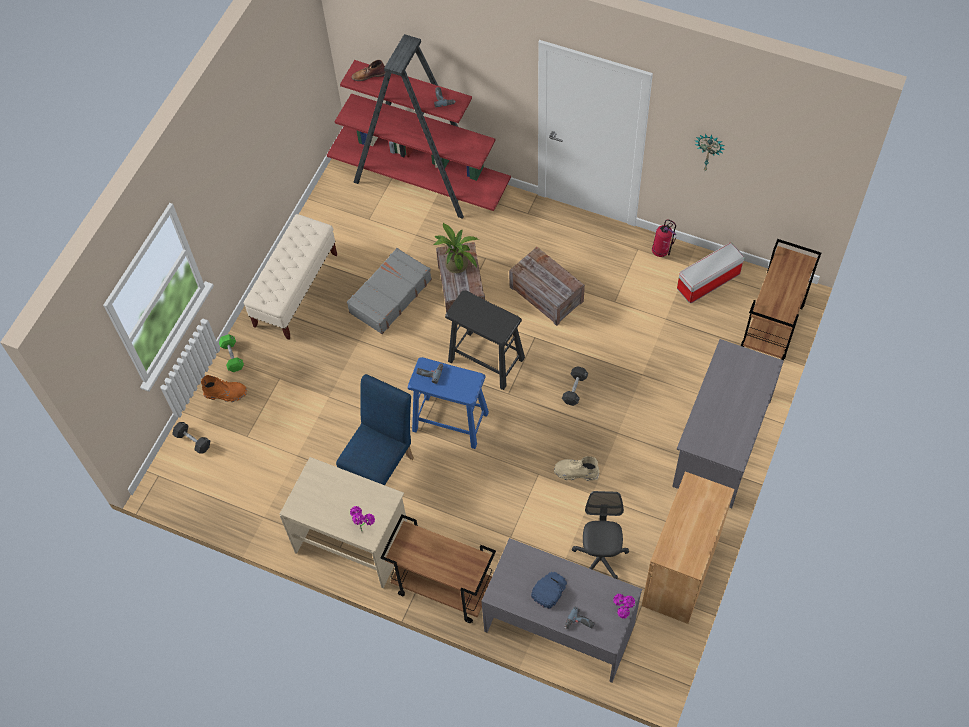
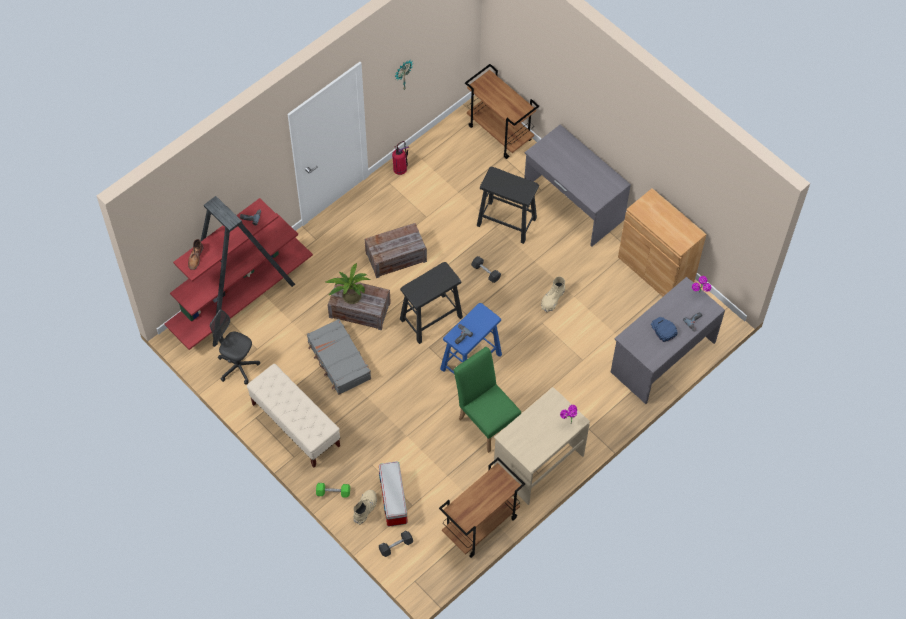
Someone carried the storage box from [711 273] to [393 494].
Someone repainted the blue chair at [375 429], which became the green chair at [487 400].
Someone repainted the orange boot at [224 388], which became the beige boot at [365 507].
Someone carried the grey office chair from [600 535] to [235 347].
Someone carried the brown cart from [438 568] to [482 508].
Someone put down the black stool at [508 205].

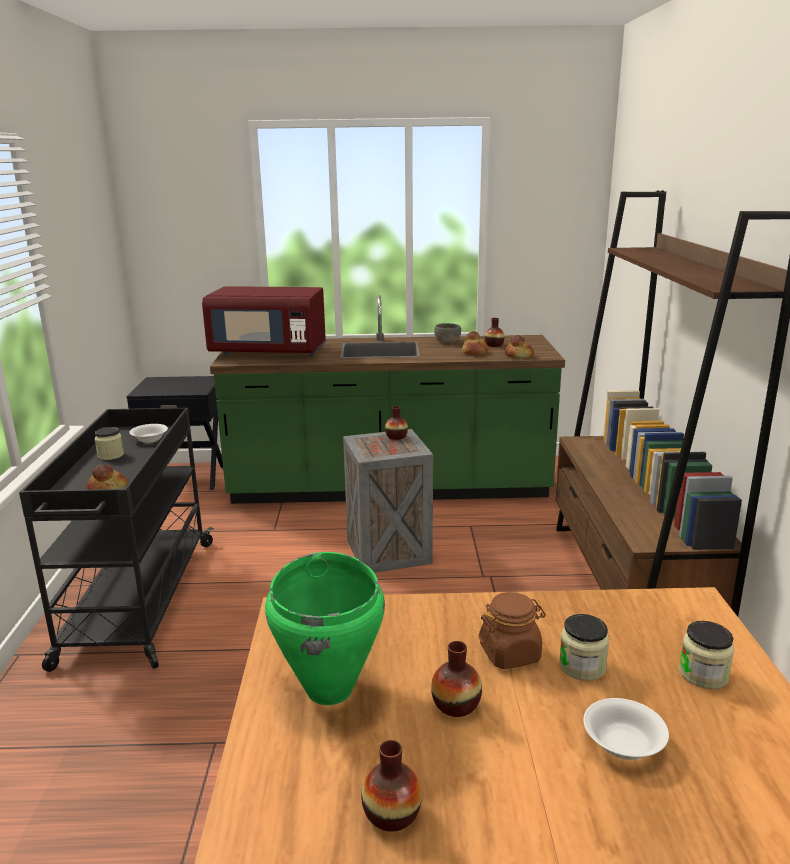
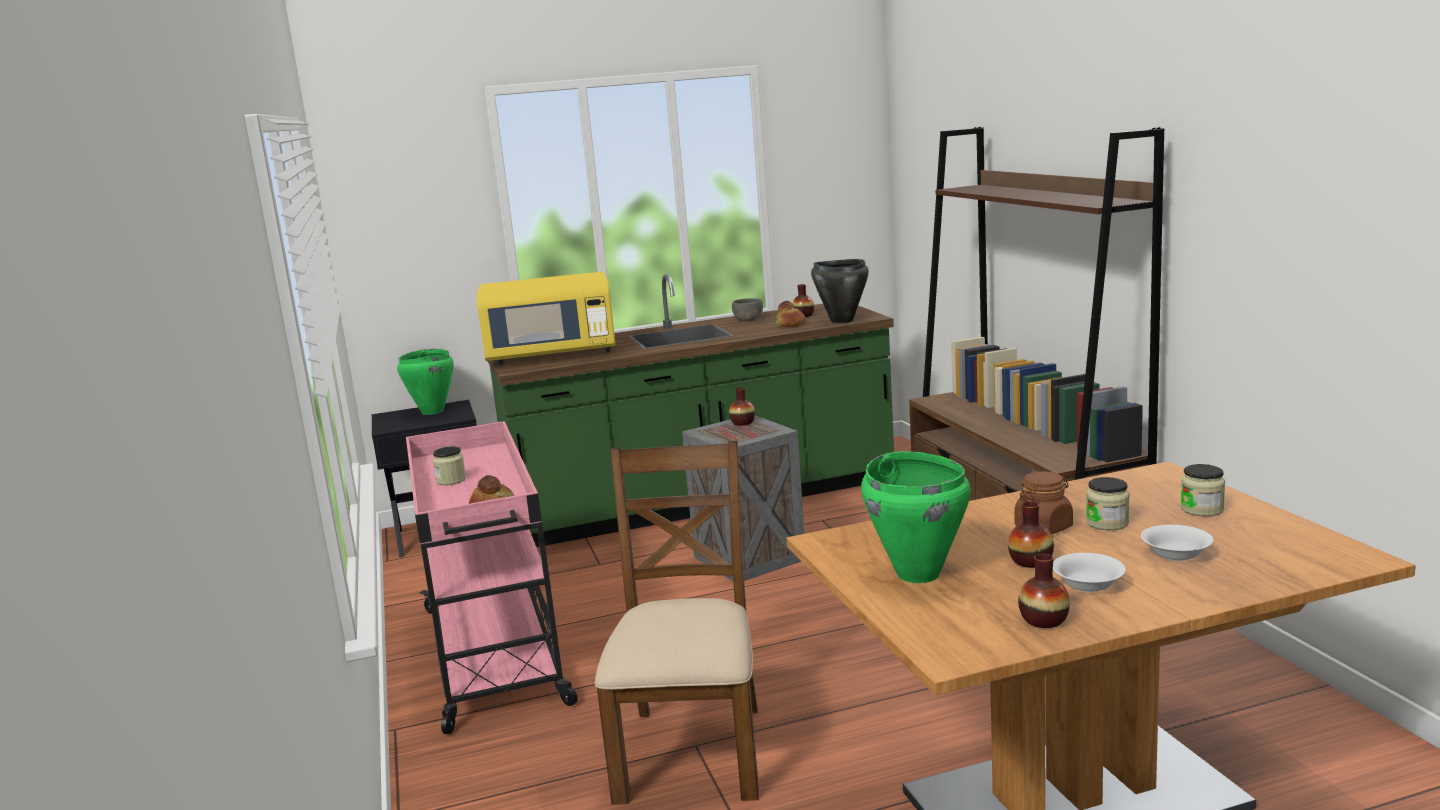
Someone repainted the red microwave at [264 321], which became the yellow microwave at [546 318].
Someone swapped the bread at [519 346] for the black cooking pot at [840 291].
Someone repainted the black cart at [116 540], which became the pink cart at [492 577].
Someone carried the white bowl from [148 433] to [1089 572].
Someone put down the green cooking pot at [425 382].
Someone put down the brown chair at [677 623].

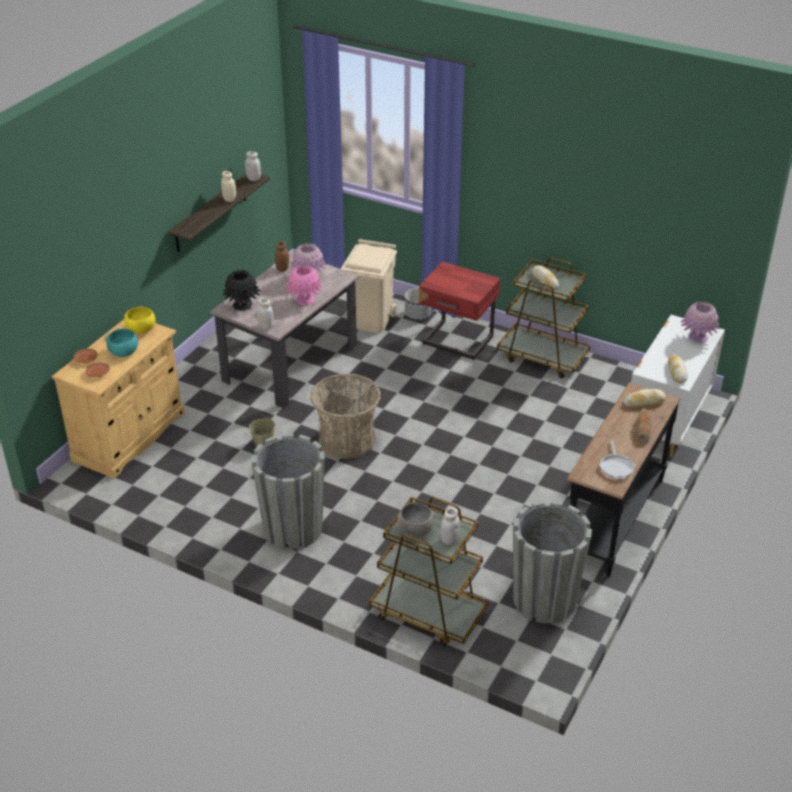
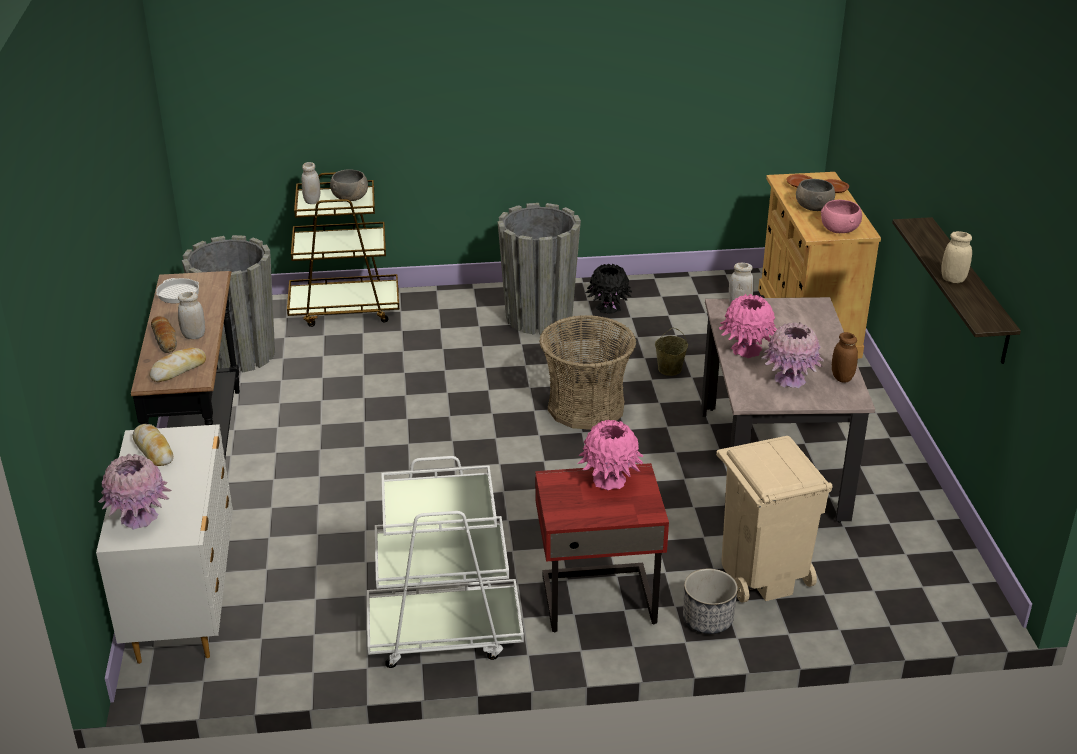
Someone carried the white jar from [253 166] to [191 315].
Someone repainted the brown cart at [543 317], which became the white cart at [445 562].
Someone took away the bread at [545 277].
Someone carried the black vase from [241 290] to [608 289].
Someone repainted the yellow bowl at [139 320], which became the pink bowl at [841 216].
Someone repainted the turquoise bowl at [122 343], which became the grey bowl at [815 195].
Someone put down the pink vase at [610 455].

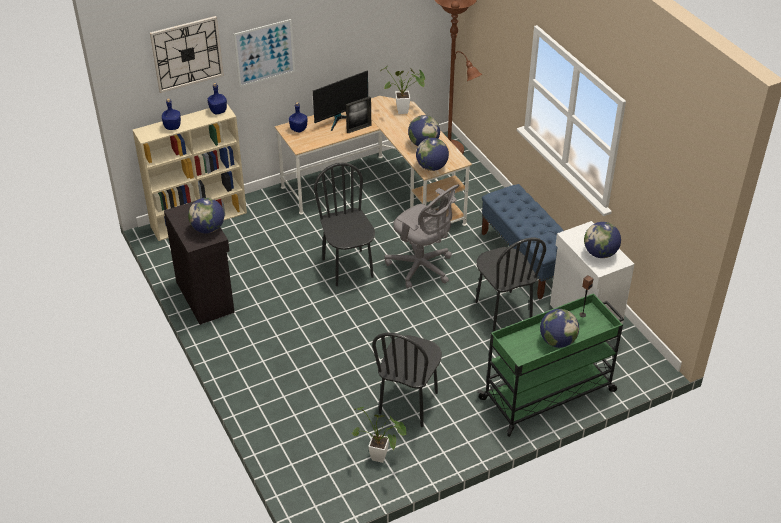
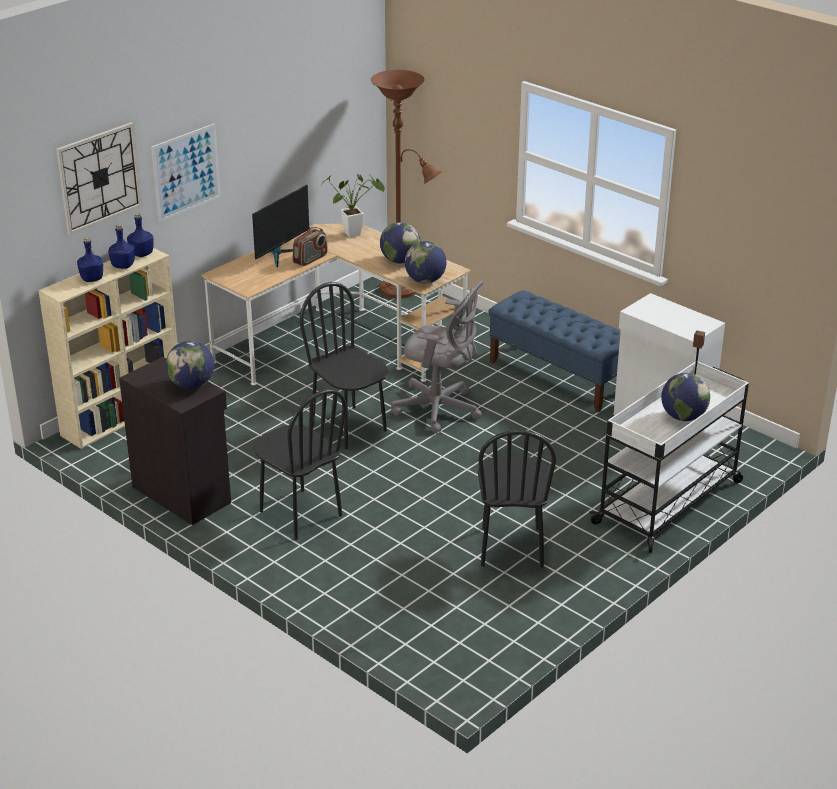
Someone swapped the picture frame at [358 114] for the radio at [310 246].
Someone carried the blue bottle from [298 117] to [121 247].
Someone took away the globe at [602 240].
Someone carried the black chair from [510 284] to [300 464].
Someone repainted the green cart at [550 365], which became the white cart at [669 457].
Someone took away the potted plant at [379 435].

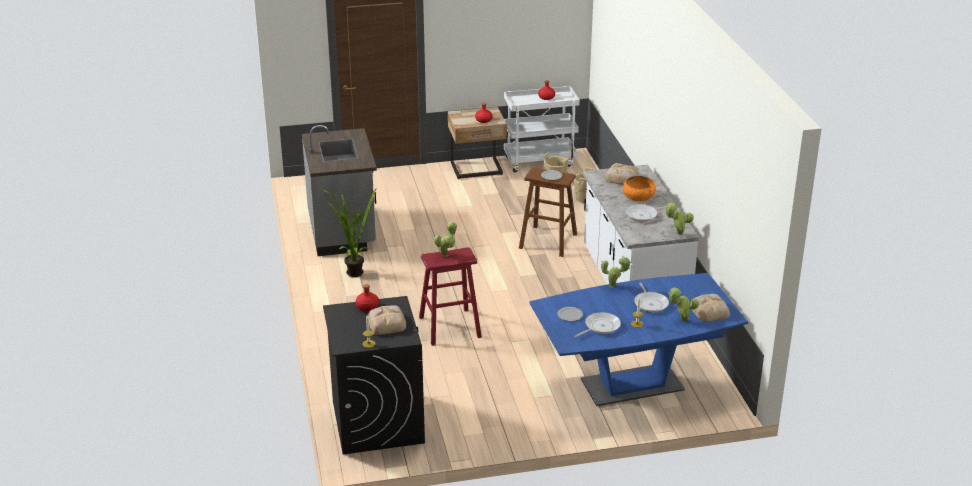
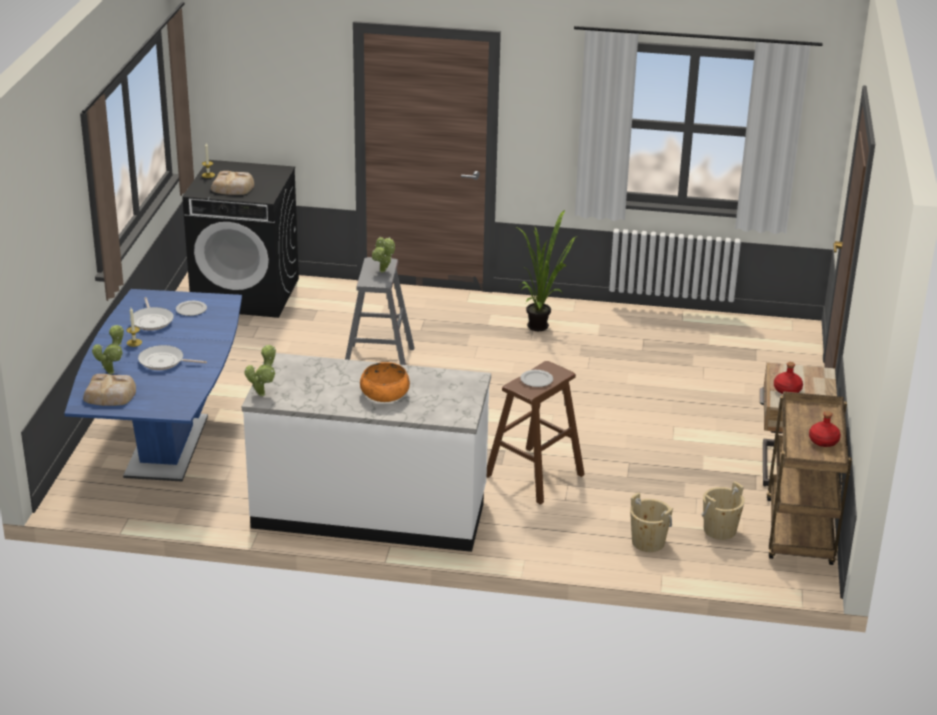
Someone repainted the white cart at [542 129], which became the brown cart at [809 478].
Someone took away the grey counter at [339 190].
Someone took away the bread at [621 174].
Someone took away the frying pan at [646 213].
Someone repainted the red stool at [450 296], which became the grey stool at [380 311].
Someone took away the potted plant at [616 272].
Someone took away the red bottle at [367 297].

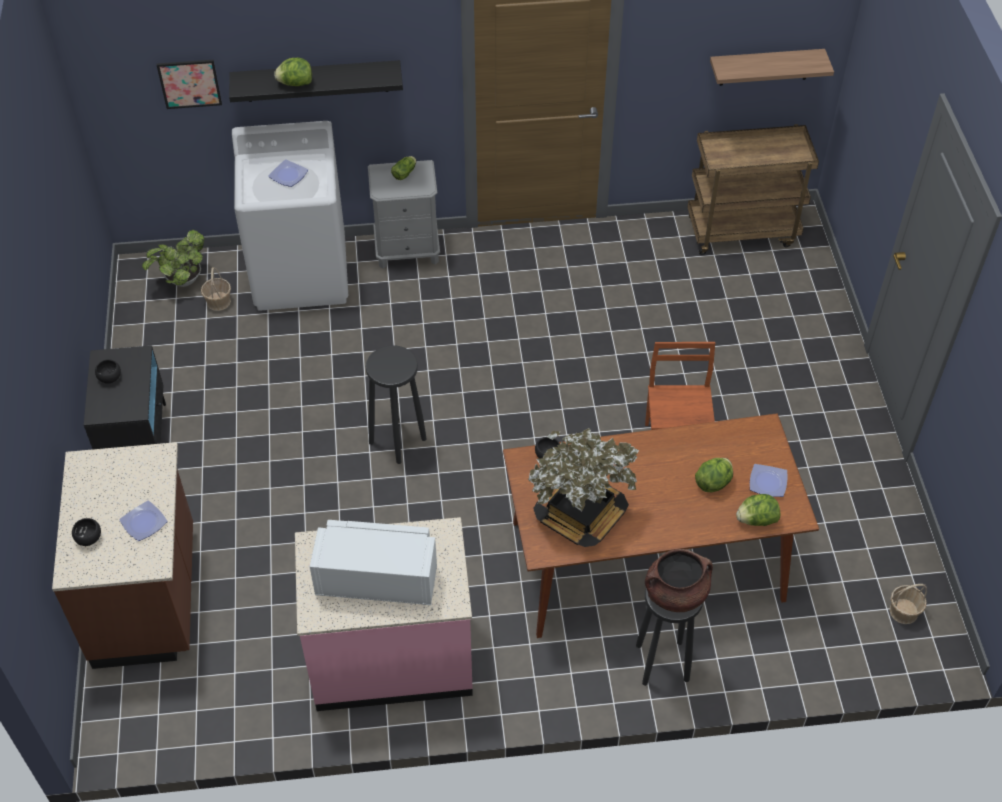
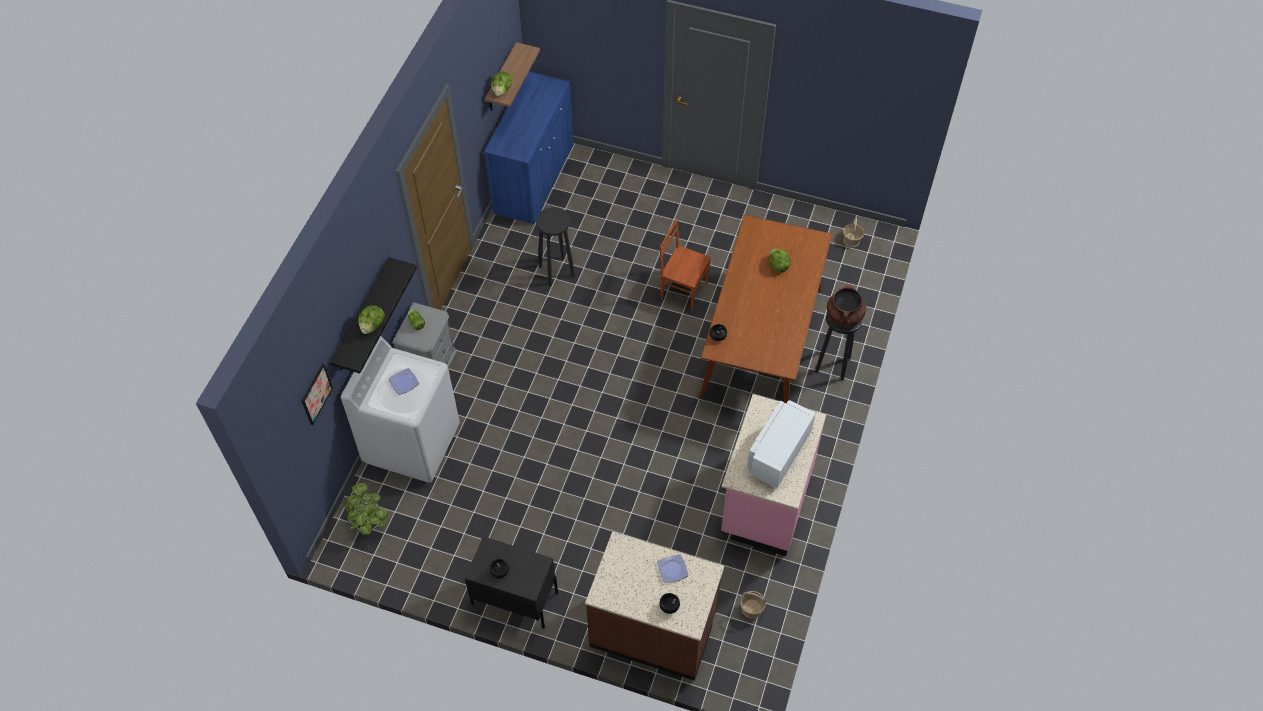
Someone swapped the brown cart at [753 189] for the blue cabinet at [528 148].
Someone carried the basket from [216 289] to [753 605].
Someone carried the black stool from [396 404] to [555 246].
Someone took away the potted plant at [583 487].
Someone took away the plate at [768 480].
Someone carried the lettuce from [758 510] to [501 83].

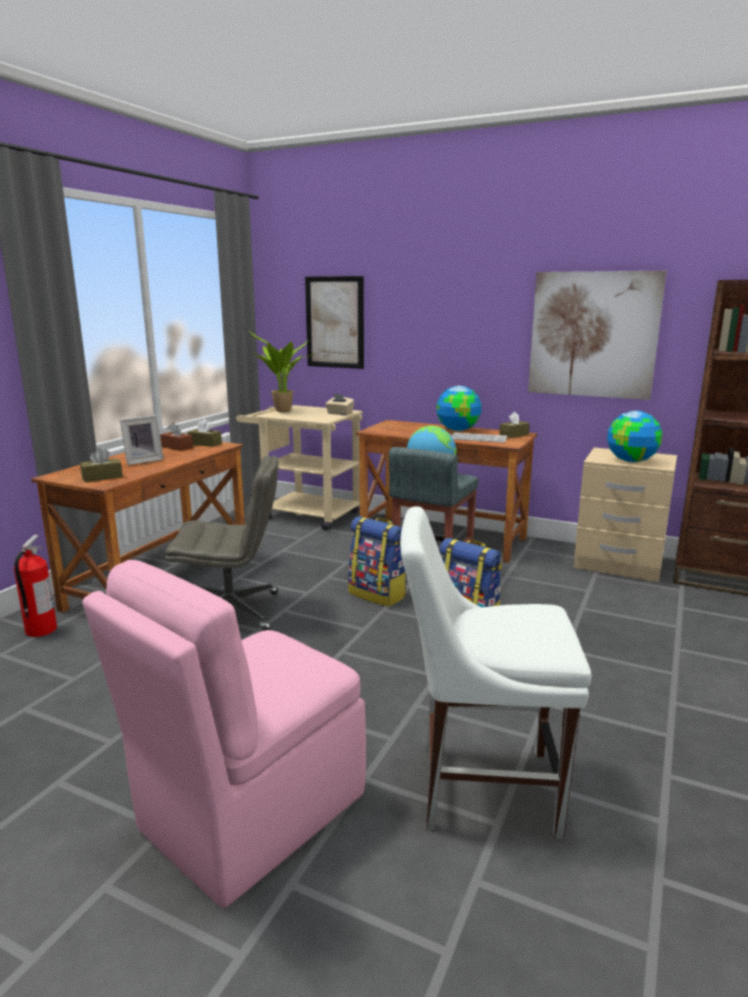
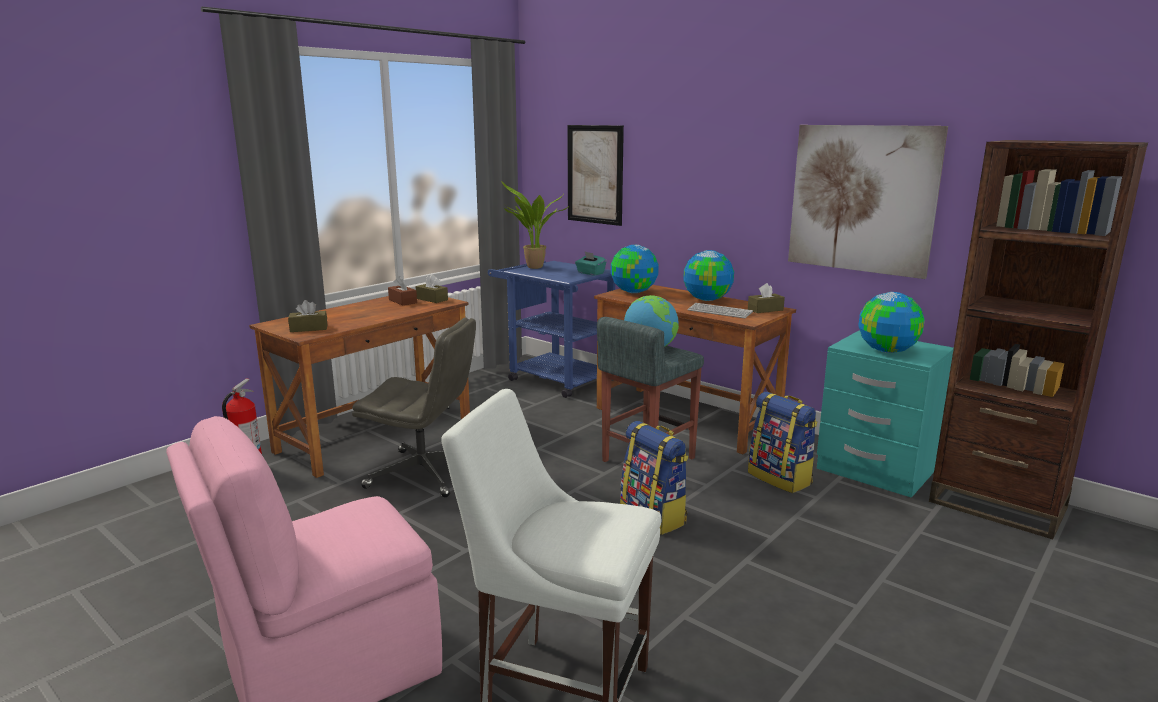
Someone repainted the beige tissue box at [340 404], which became the turquoise tissue box at [591 263].
Someone repainted the beige cart at [299 468], which became the blue cart at [551 329].
Someone took away the picture frame at [142 440].
Someone repainted the beige nightstand at [625 514], which became the turquoise nightstand at [885 414].
Someone carried the backpack from [377 561] to [782 442].
Someone put down the globe at [635 269].

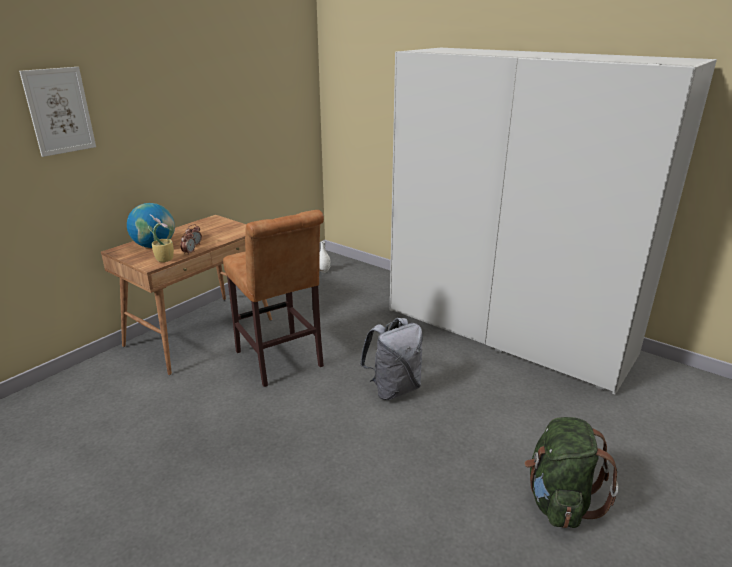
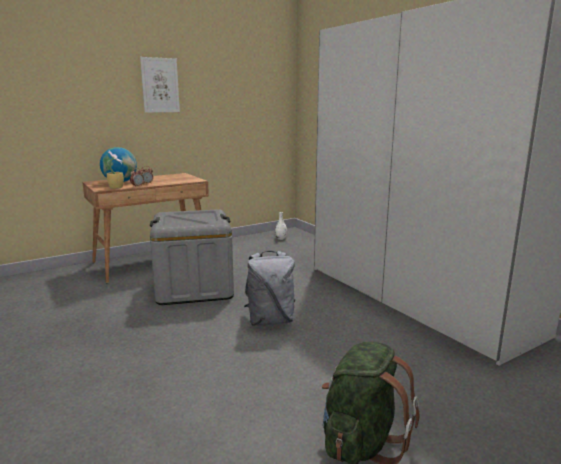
Someone carried the picture from [57 112] to [160 85].
Someone swapped the brown stool at [273 298] for the grey storage box at [192 257].

